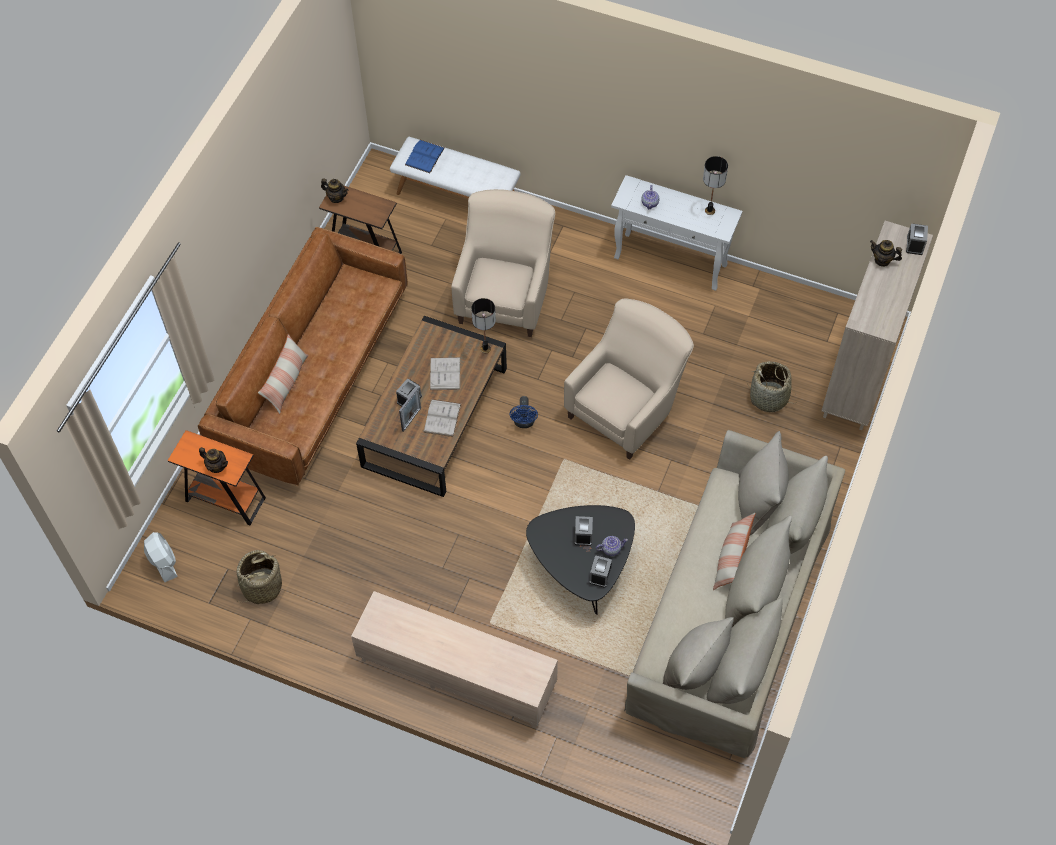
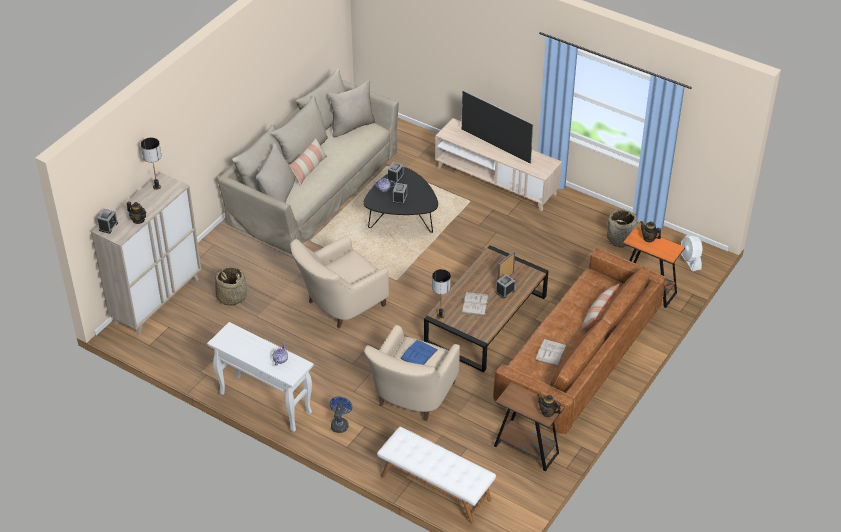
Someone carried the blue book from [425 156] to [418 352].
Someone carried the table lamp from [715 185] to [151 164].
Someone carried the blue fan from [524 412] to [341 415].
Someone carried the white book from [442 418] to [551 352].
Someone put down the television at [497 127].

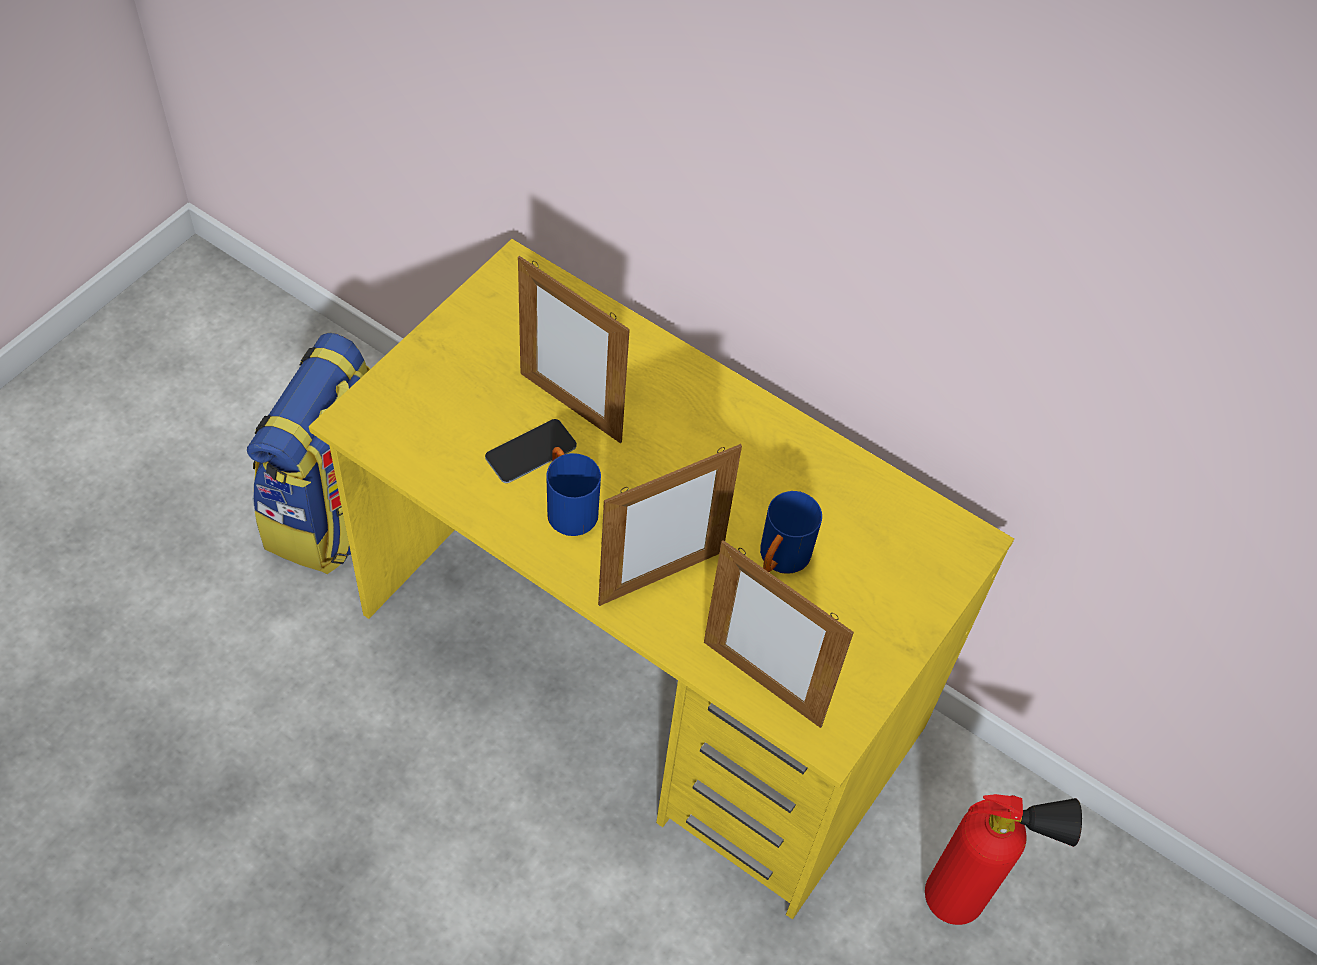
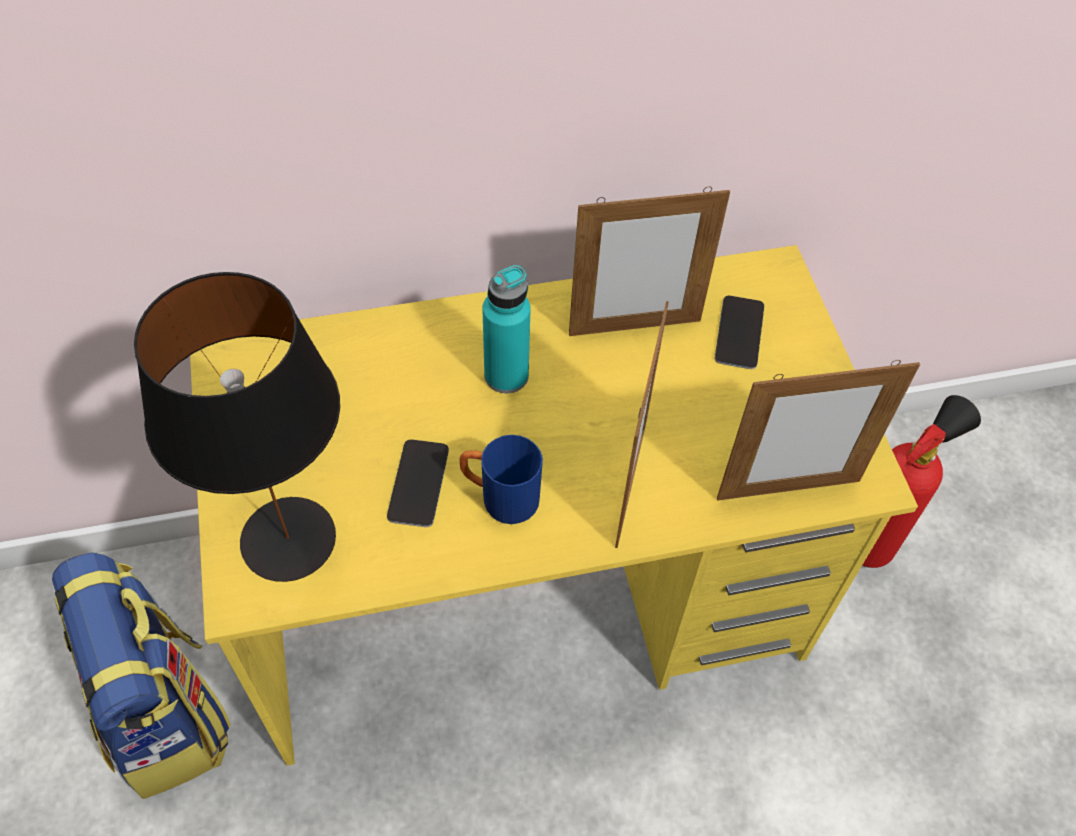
Someone carried the picture frame from [574 350] to [649 261].
Someone took away the blue mug at [791 532].
Someone put down the turquoise bottle at [506 329].
Someone put down the black table lamp at [237 427].
Someone put down the phone at [739 332].

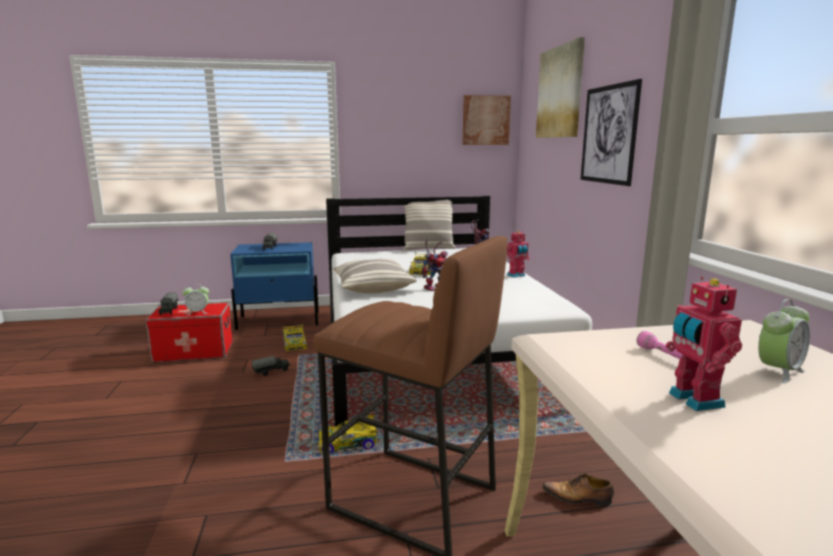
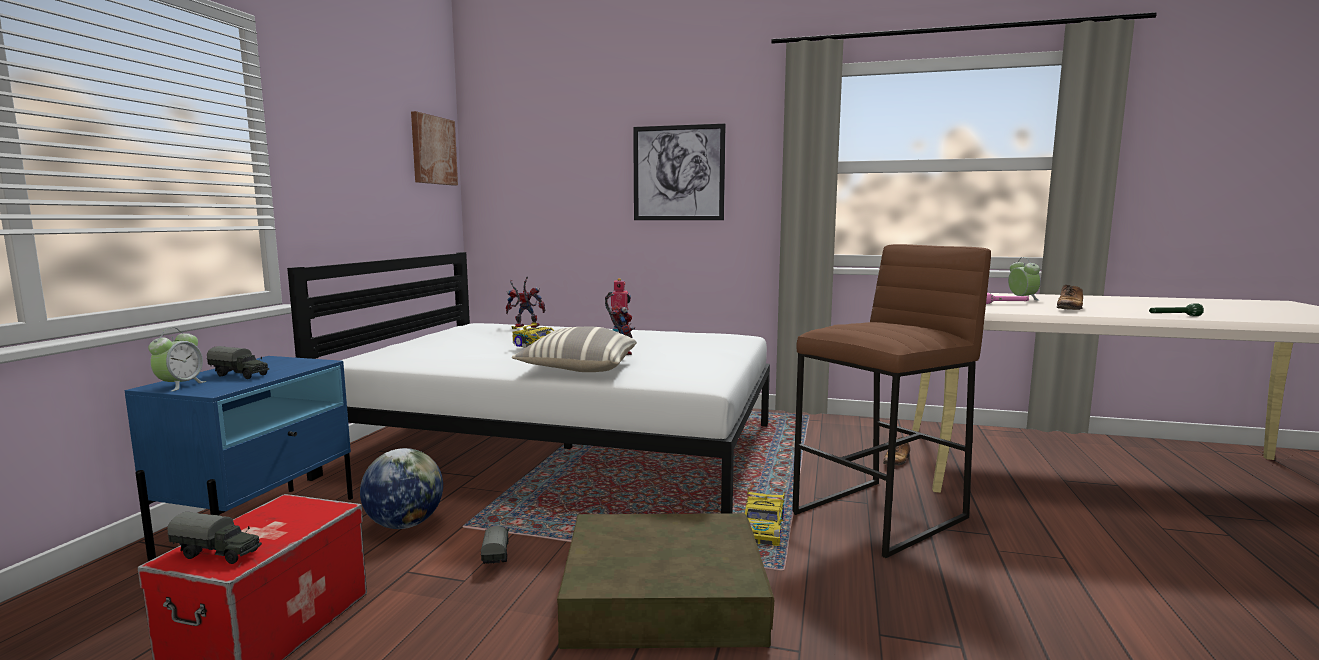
Someone took away the picture at [560 87].
Someone took away the pillow at [429 225].
Someone swapped the toy robot at [704 344] for the shoe at [1070 297].
Someone carried the alarm clock from [195 299] to [177 359].
Someone swapped the toy car at [295 337] for the globe at [401 488].
Someone put down the green flashlight at [1176 310].
Someone put down the brown storage box at [665 581].

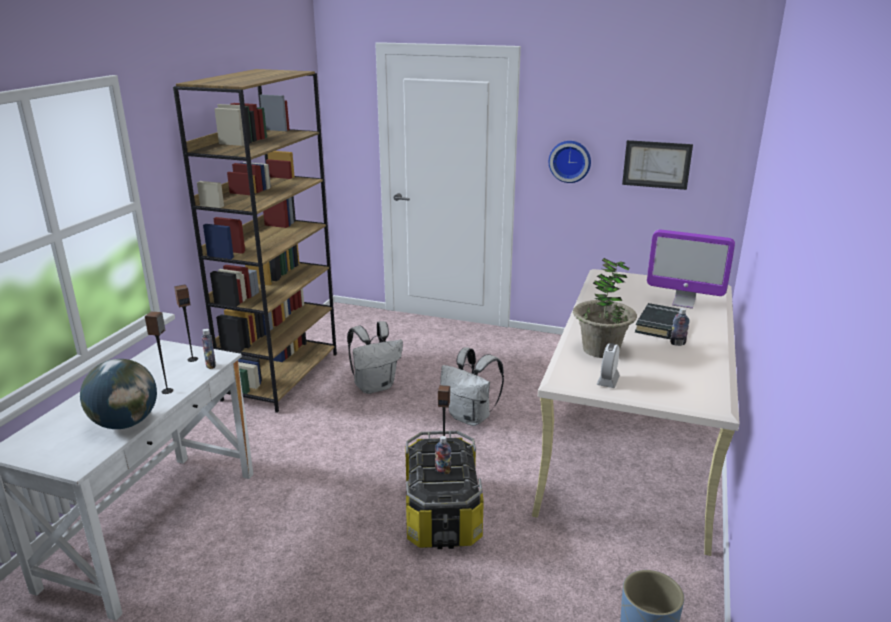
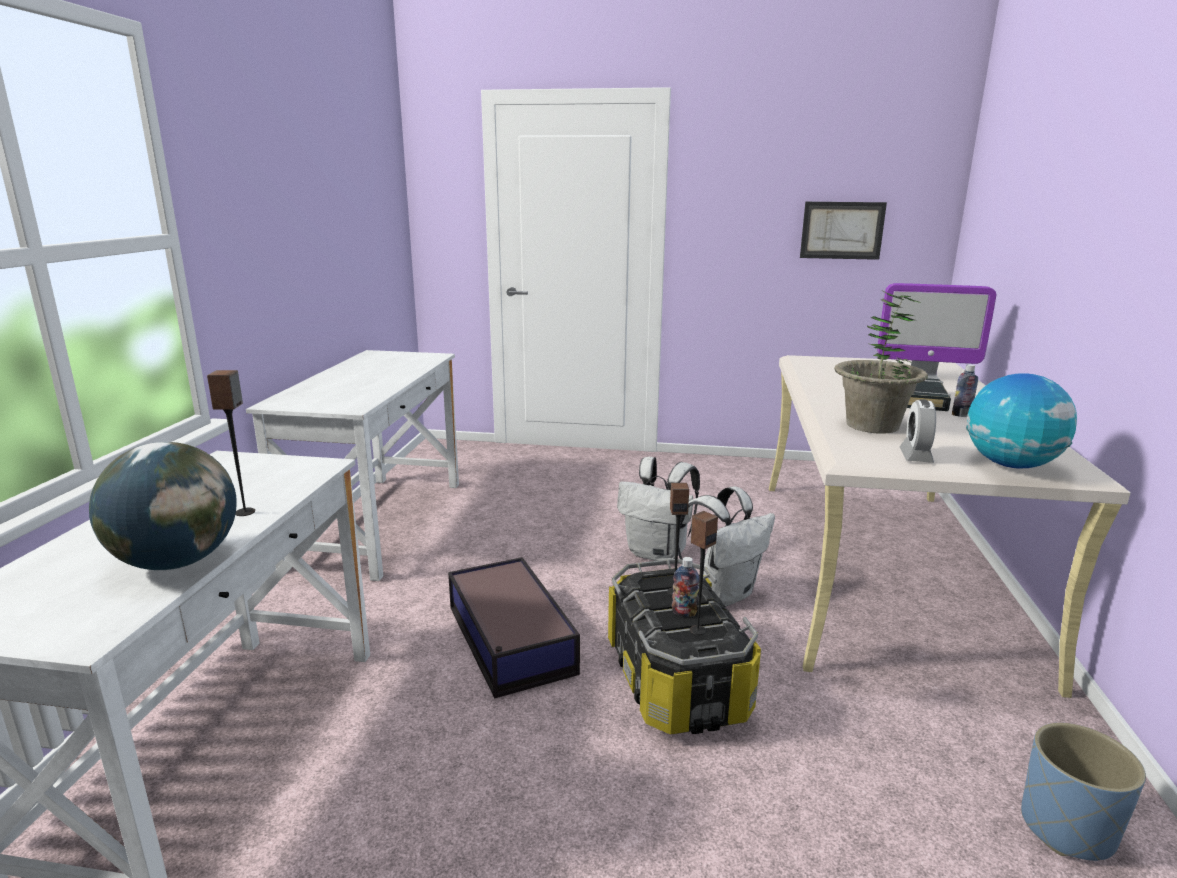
Someone swapped the brown bookcase at [255 241] for the white desk at [352 465].
Someone took away the wall clock at [570 162].
Someone carried the speaker from [186 323] to [704 573].
Someone carried the white backpack from [375 357] to [726 546].
Someone took away the bottle at [208 349].
Someone put down the globe at [1021 420].
Someone put down the storage box at [514 627].

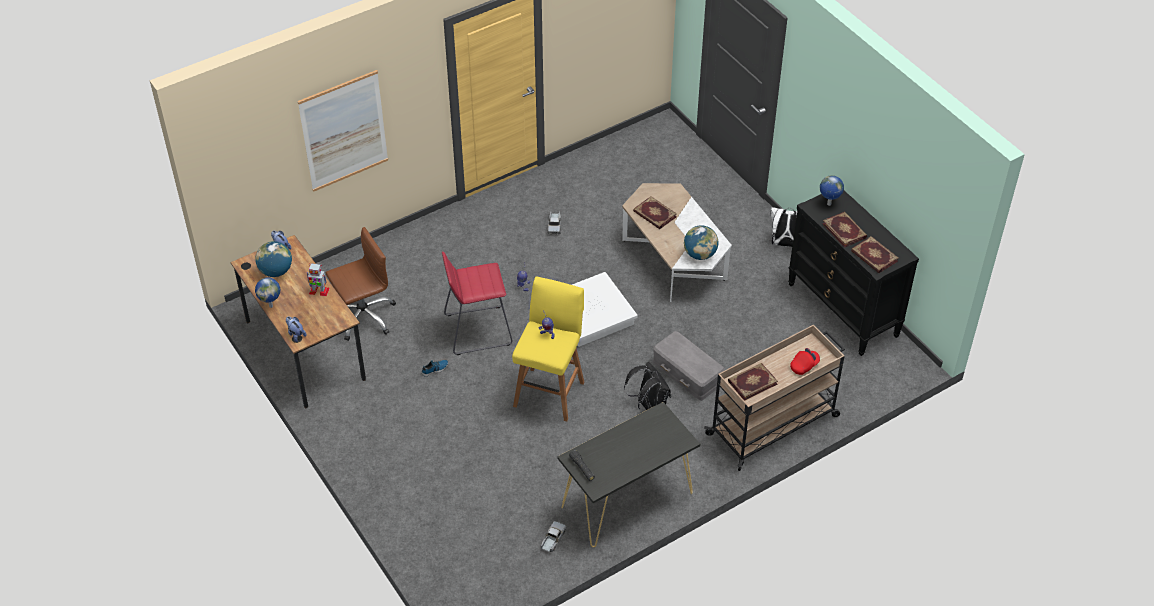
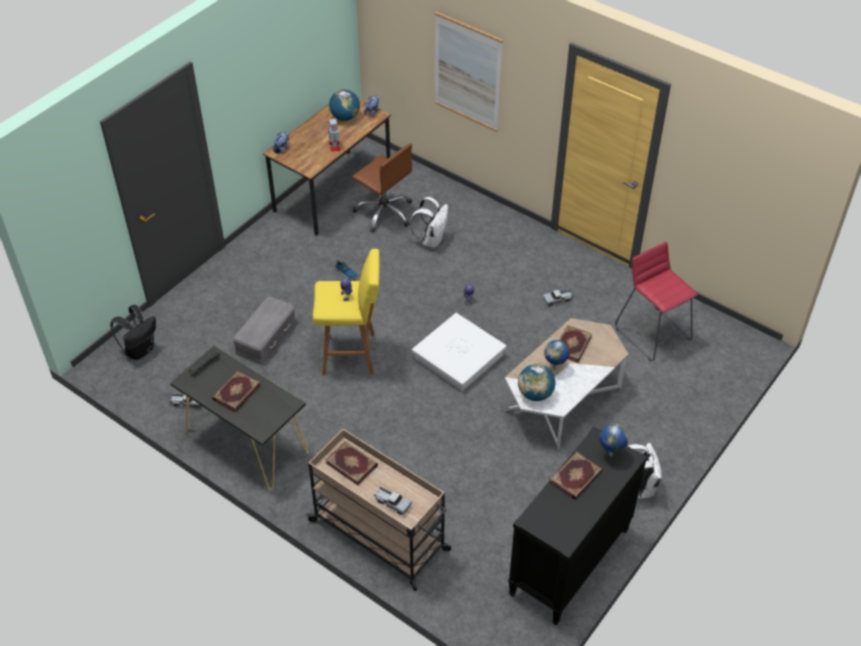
Someone carried the book from [875 254] to [236 391].
Someone carried the red stool from [477 303] to [656 301].
Someone carried the globe from [267 292] to [556 355].
Someone carried the grey storage box from [689 366] to [264 330].
Someone swapped the red cap at [805 361] for the toy truck at [393 500].
Someone carried the black backpack from [647 386] to [133 332].
Someone put down the white backpack at [429 222].

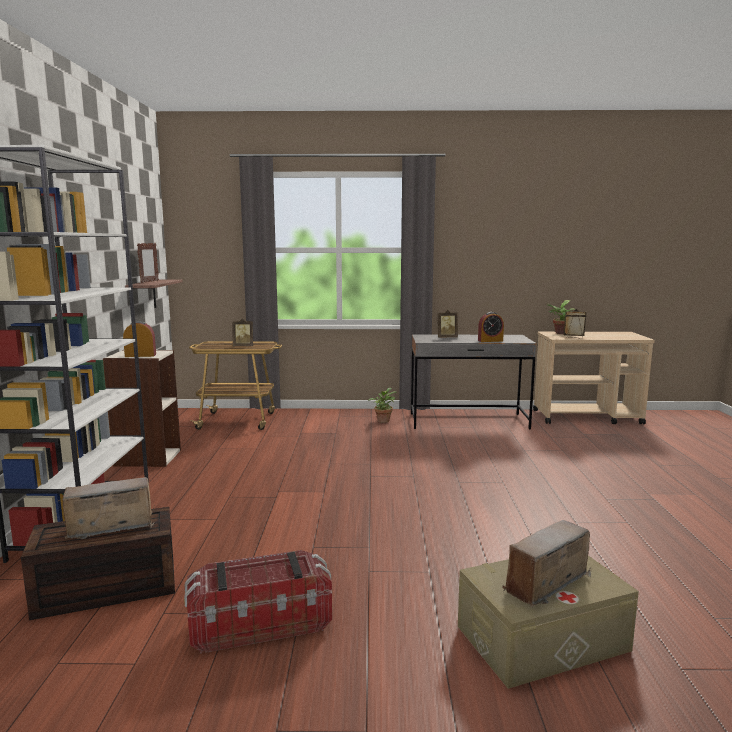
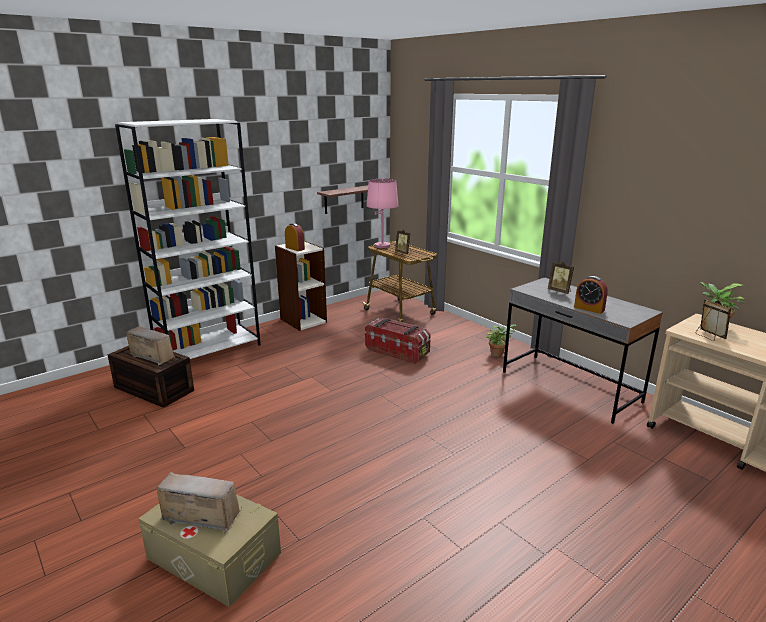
Someone took away the picture frame at [148 263].
Someone carried the storage box from [258 602] to [398 341].
Someone put down the pink table lamp at [382 213].

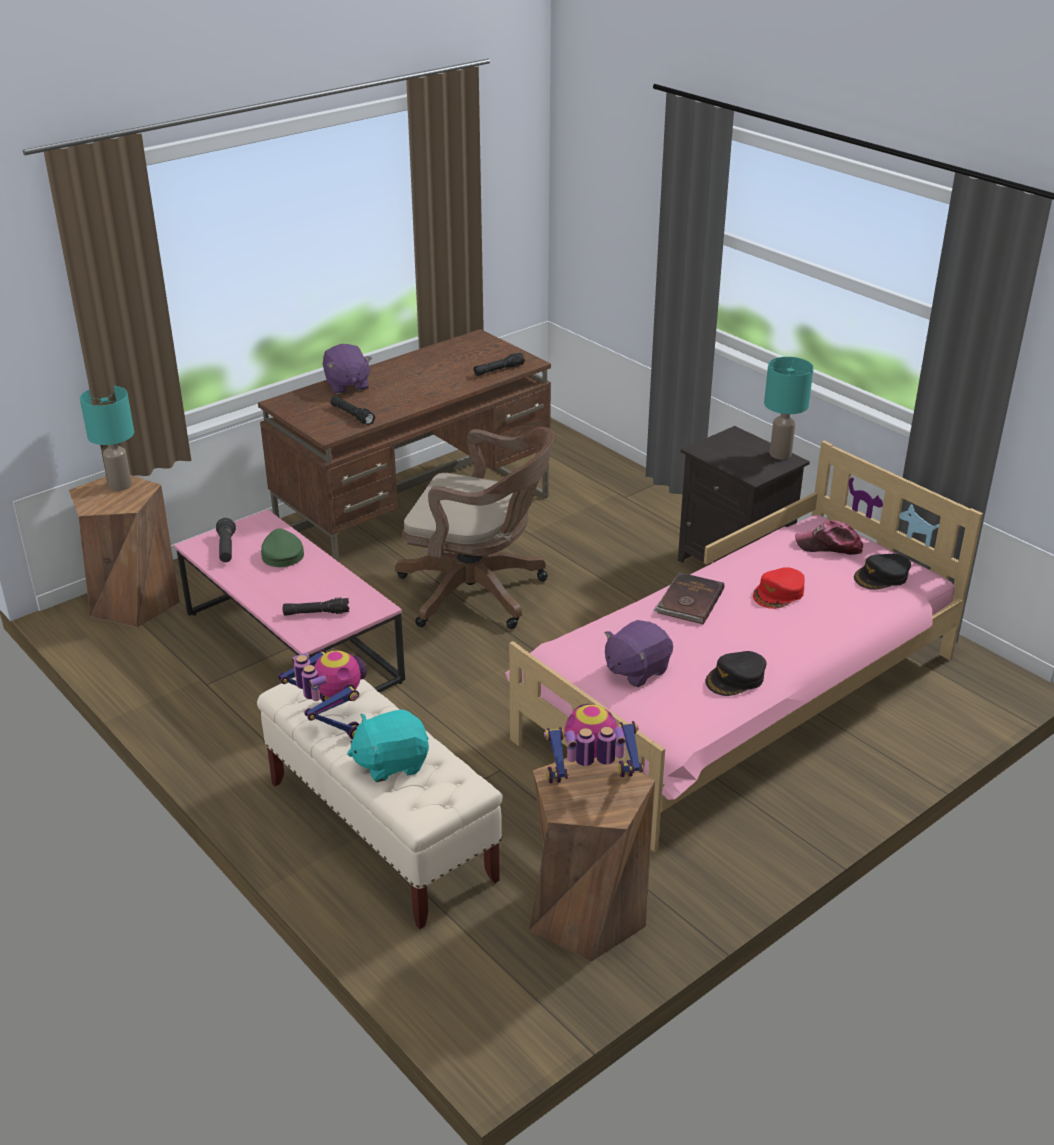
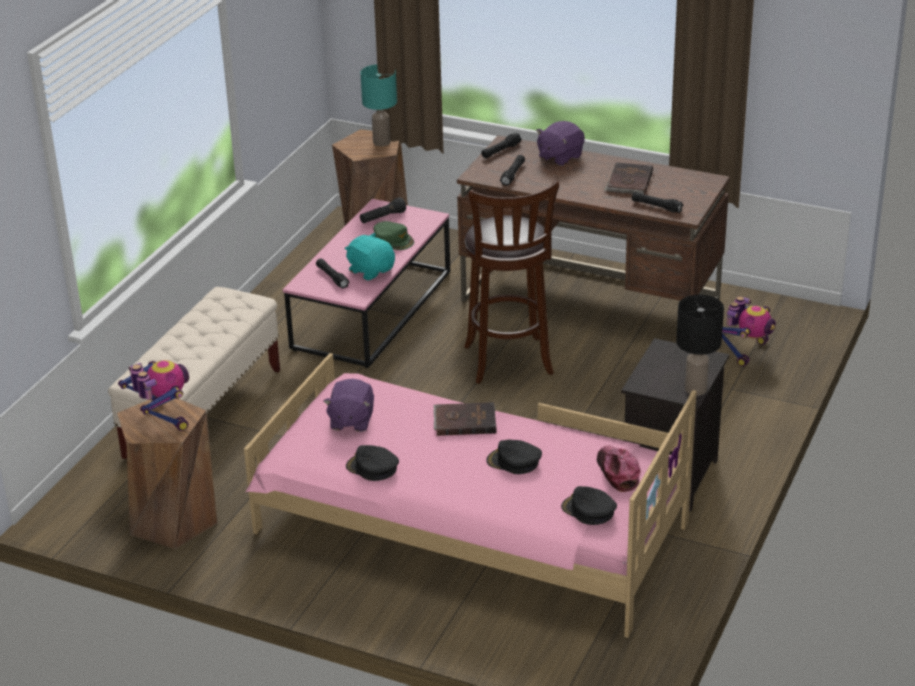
Someone repainted the turquoise table lamp at [789 408], which became the black table lamp at [700 345].
Someone swapped the brown office chair at [474 528] for the brown stool at [511 282].
Someone rotated the green cap at [282 547] by 90 degrees clockwise.
Someone repainted the red cap at [779 588], which became the black cap at [514 457].
Someone rotated the purple plush toy at [639 653] by 105 degrees counterclockwise.
Someone carried the toy robot from [322 694] to [749 331].
Someone carried the turquoise plush toy from [388 745] to [370 257].
Someone put down the black flashlight at [501 146].
Someone put down the brown book at [628 178].

